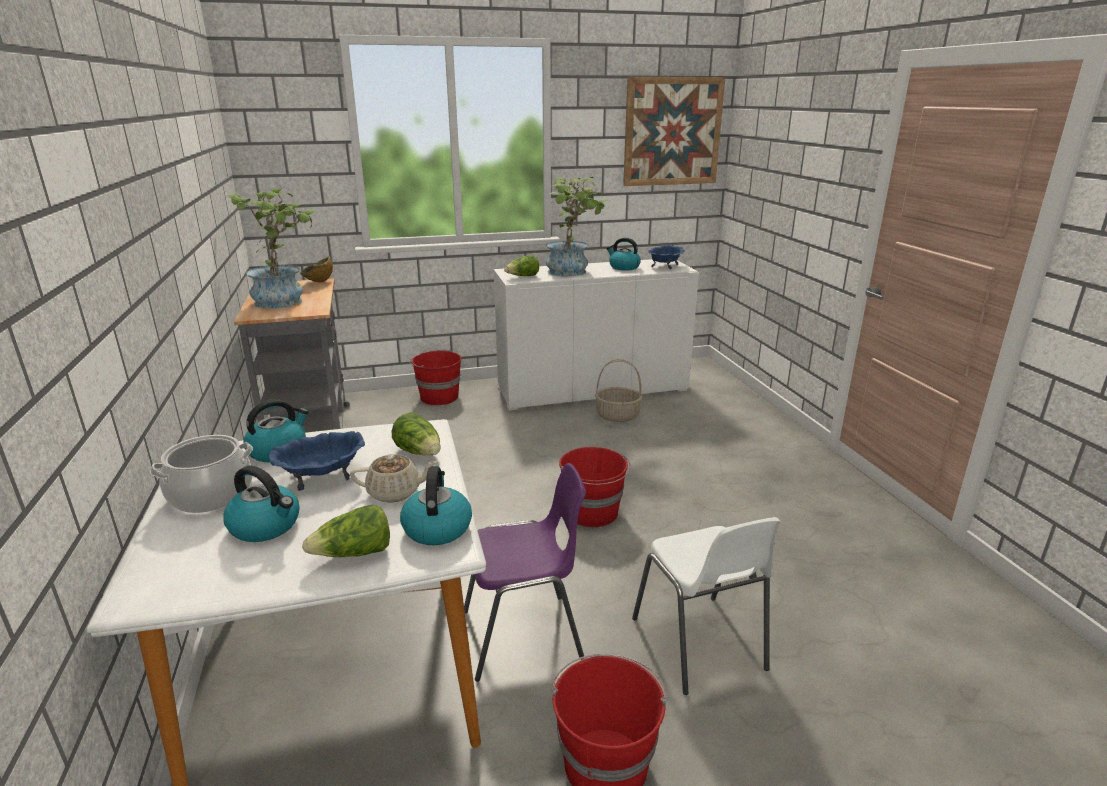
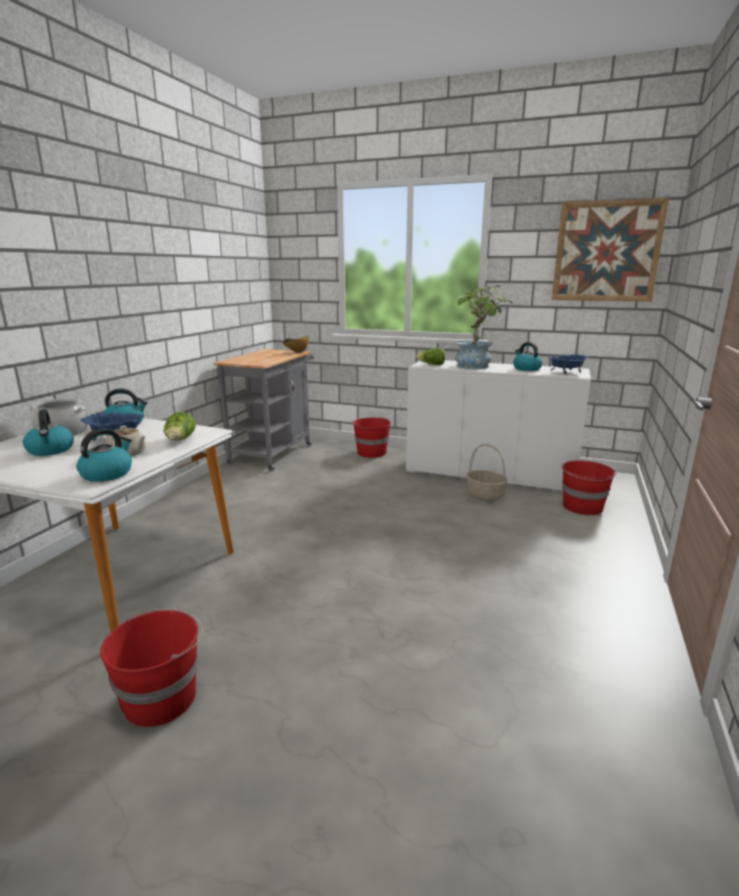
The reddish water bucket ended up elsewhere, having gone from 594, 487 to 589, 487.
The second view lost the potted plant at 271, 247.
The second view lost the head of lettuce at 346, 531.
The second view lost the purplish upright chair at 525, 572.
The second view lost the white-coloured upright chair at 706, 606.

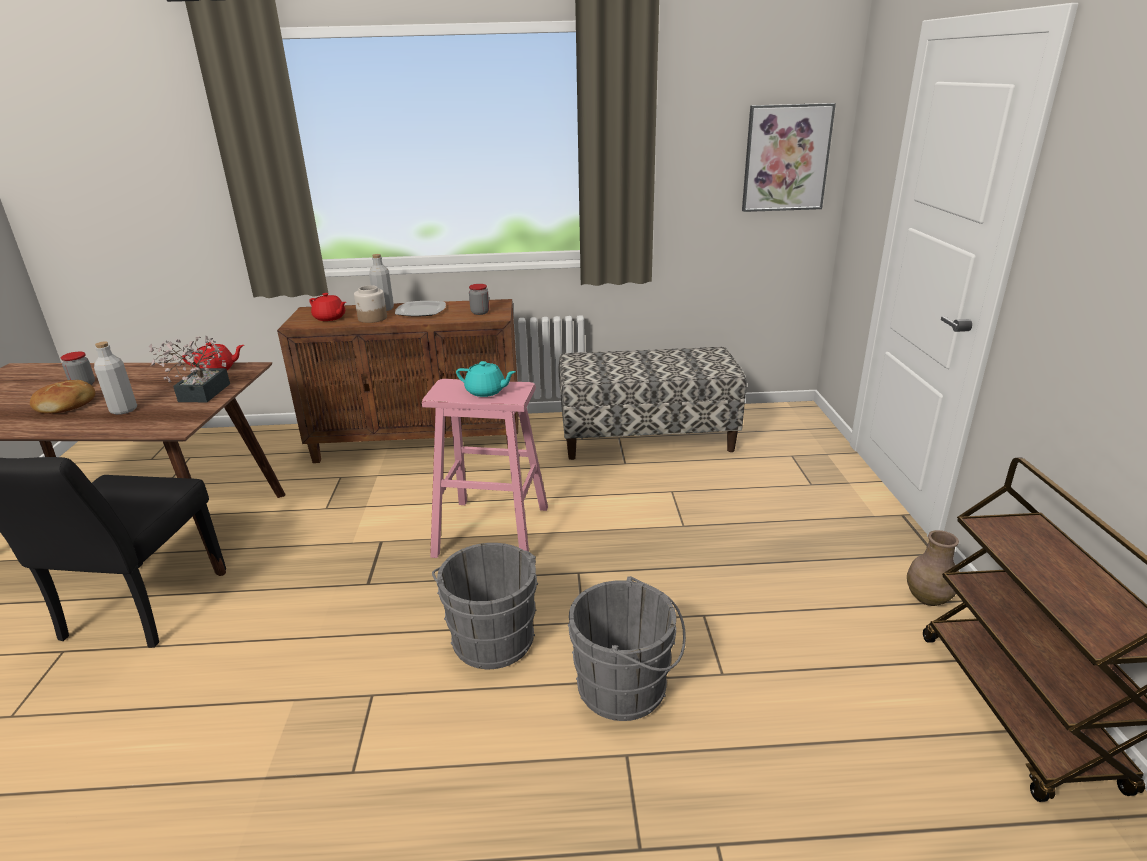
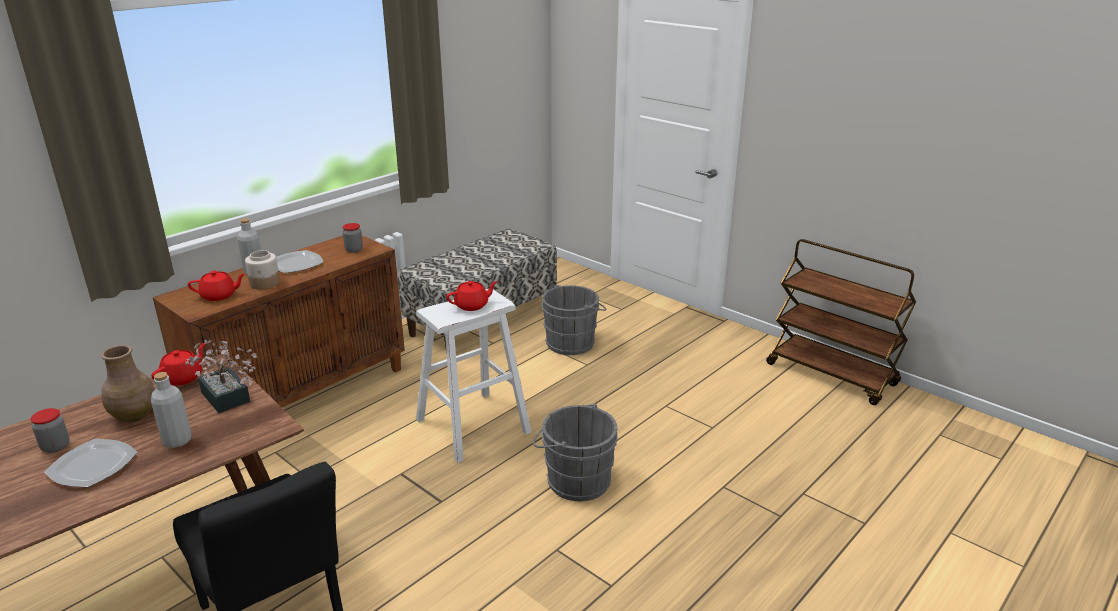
Where the bread stood at 62, 397, the dinner plate came to stand at 91, 463.
The brown-coloured vase ended up elsewhere, having gone from 933, 568 to 128, 384.
What was the pink-coloured stool at 485, 468 turned into the white-coloured stool at 473, 376.
What was the turquoise tea pot at 486, 379 turned into the reddish tea pot at 472, 296.
The greyish water bucket ended up elsewhere, having gone from 627, 648 to 573, 319.
The second view lost the wall picture at 789, 157.

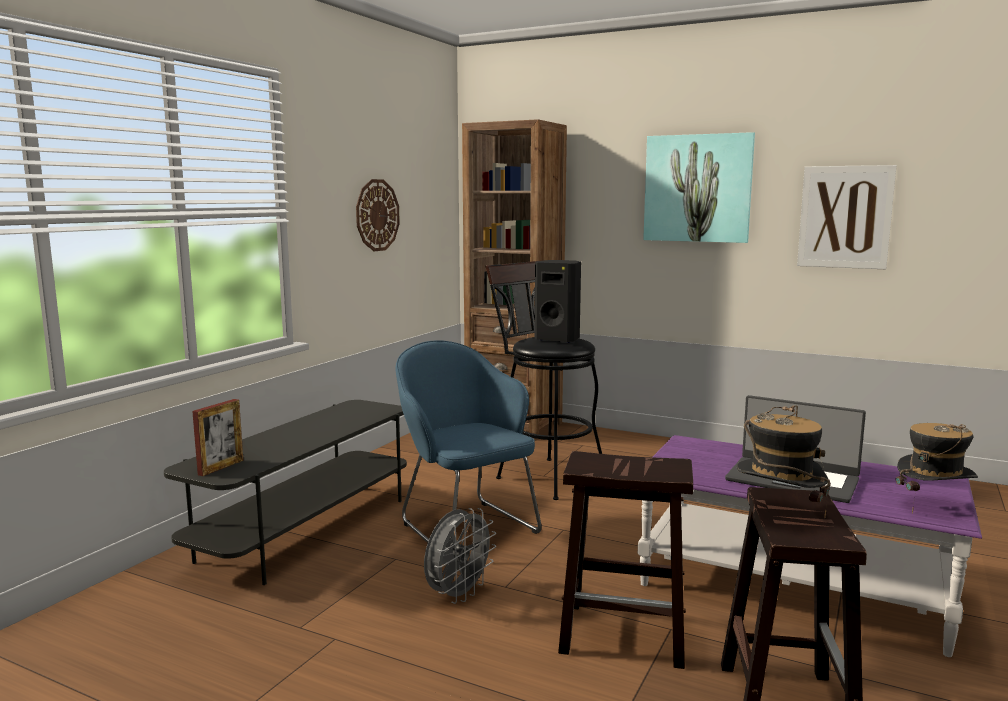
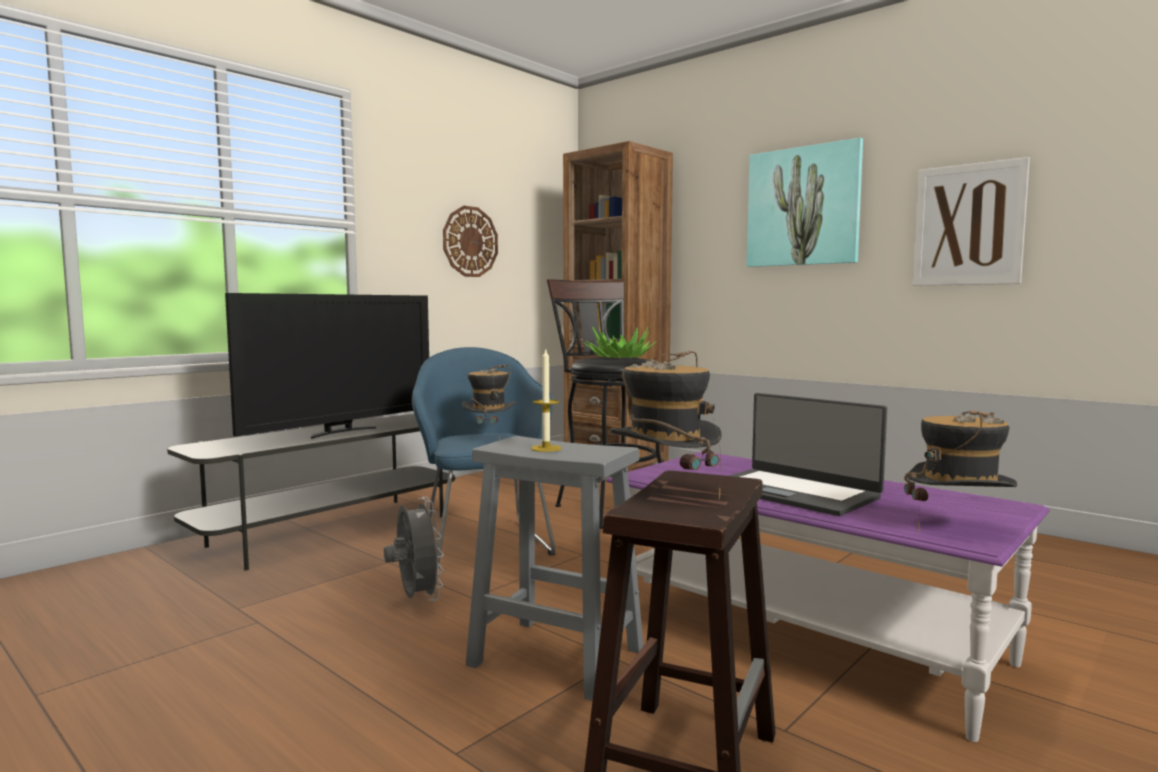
The second view gained the TV set at 327, 366.
The greyish fan at 460, 556 ended up facing another way, 75 degrees counterclockwise from before.
The second view gained the hat at 489, 402.
What was the brown-coloured stool at 625, 560 turned into the greyish stool at 554, 568.
The second view gained the candle at 546, 401.
Where the black-coloured loudspeaker stood at 558, 301, the potted plant came to stand at 619, 342.
The second view lost the picture frame at 218, 437.

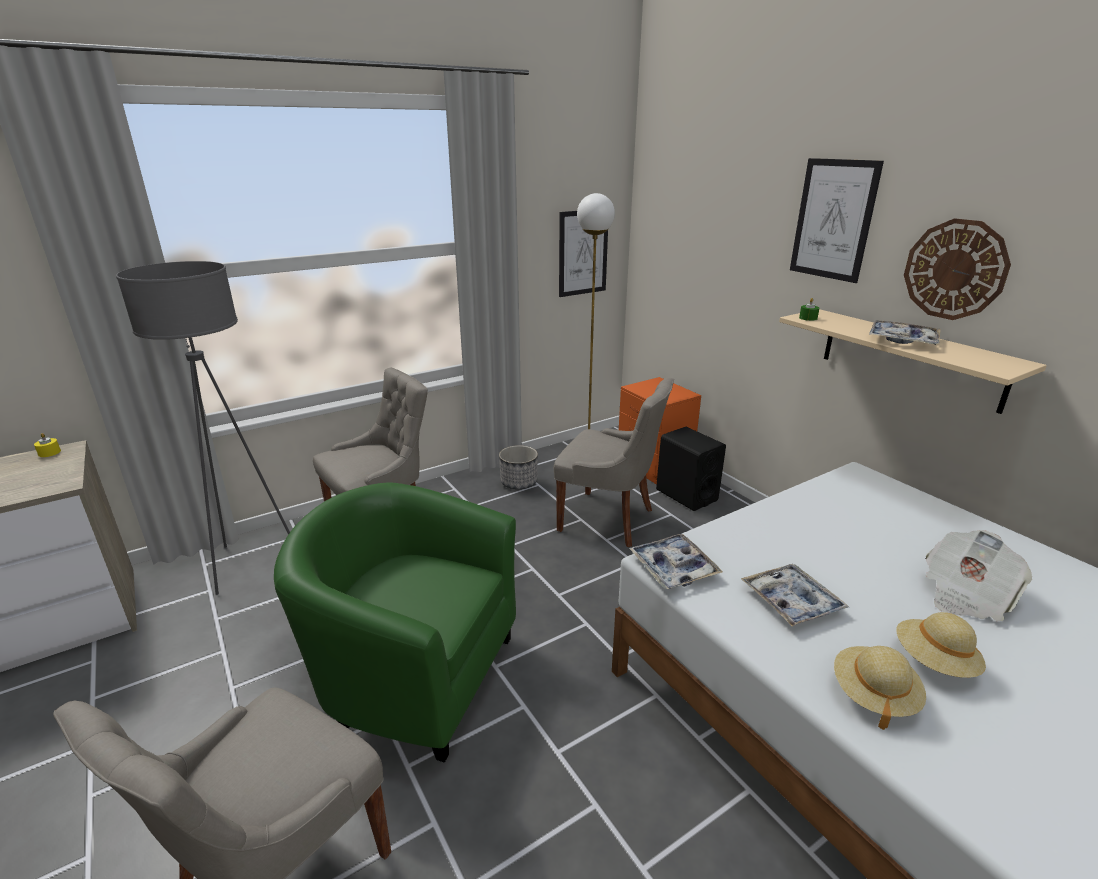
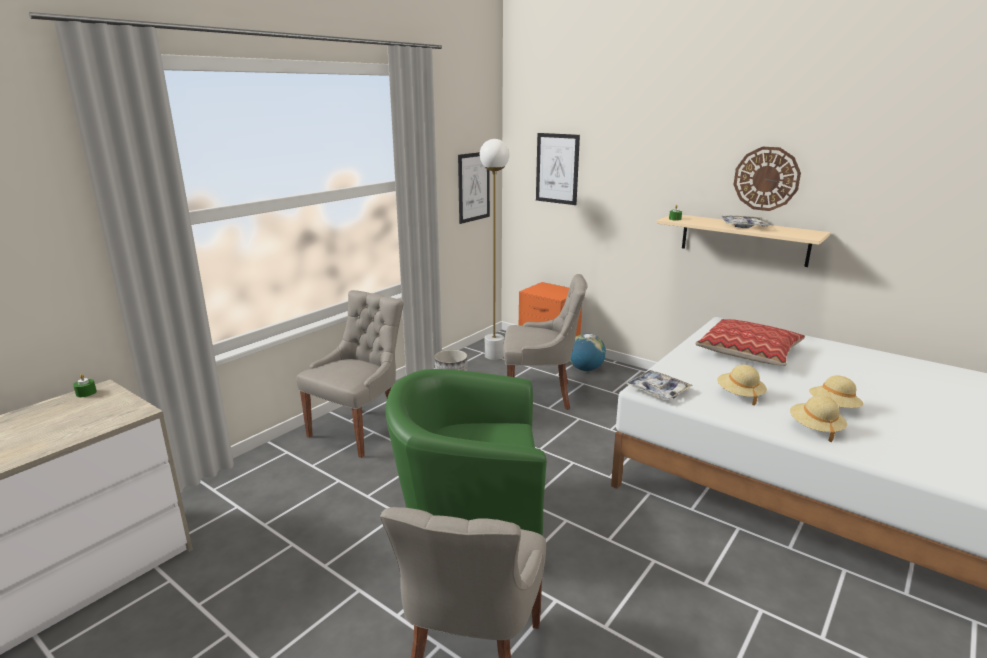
What was the yellow candle at 47, 445 turned into the green candle at 85, 385.
The wall picture ended up elsewhere, having gone from 837, 220 to 558, 169.
Where the black-coloured loudspeaker stood at 691, 469, the world globe came to stand at 588, 352.
The second view gained the pillow at 750, 342.
Where the serving tray stood at 795, 595, the beige hat came to stand at 742, 385.
The second view lost the greyish standard lamp at 203, 428.
The second view lost the daily paper at 978, 575.

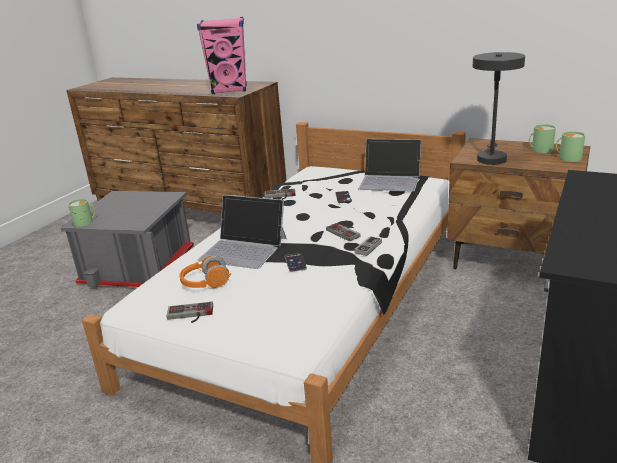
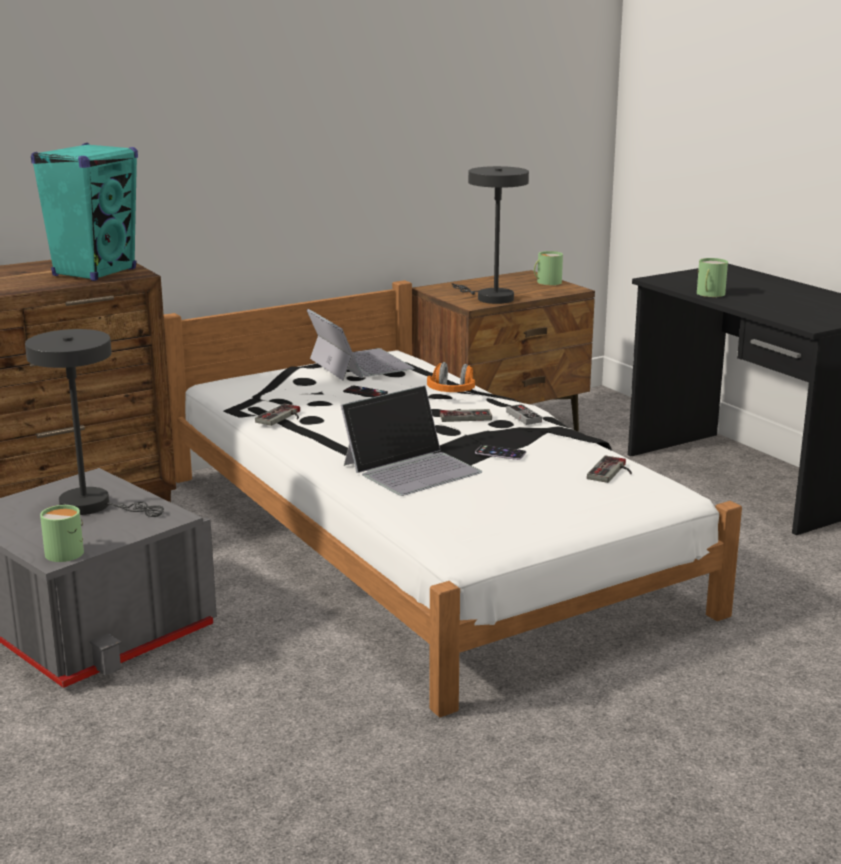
The second view gained the greyish lamp for a table at 94, 423.
What was the pink-coloured loudspeaker at 222, 55 turned into the turquoise loudspeaker at 84, 212.
The portable computer at 389, 165 ended up facing another way, 75 degrees counterclockwise from before.
The orange-coloured pair of headphones ended up elsewhere, having gone from 205, 272 to 451, 377.
The game controller ended up elsewhere, having gone from 189, 312 to 609, 469.
The green coffee mug ended up elsewhere, having gone from 542, 138 to 712, 277.

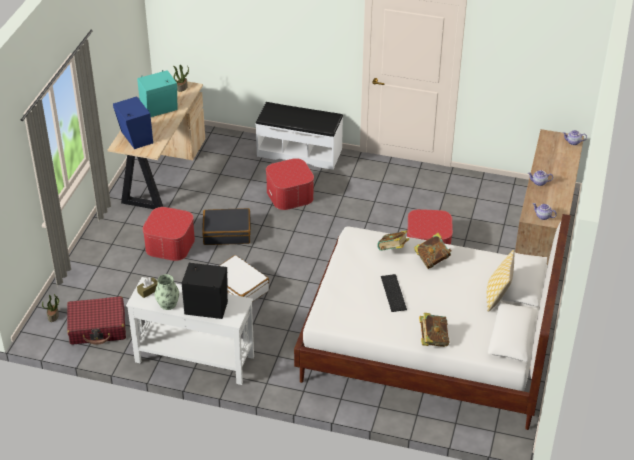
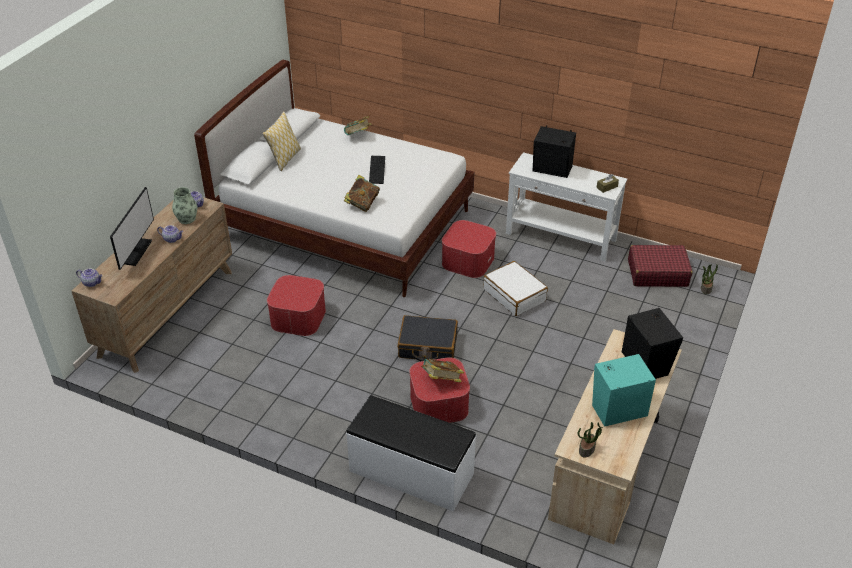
The second view gained the computer screen at 132, 228.
The vase ended up elsewhere, having gone from 167, 292 to 184, 205.
The black-coloured suitcase ended up elsewhere, having gone from 226, 226 to 428, 338.
The volume ended up elsewhere, having gone from 433, 251 to 442, 370.
The ottoman ended up elsewhere, having gone from 169, 234 to 469, 249.
What was the bluish loudspeaker at 133, 122 turned into the black-coloured loudspeaker at 652, 343.

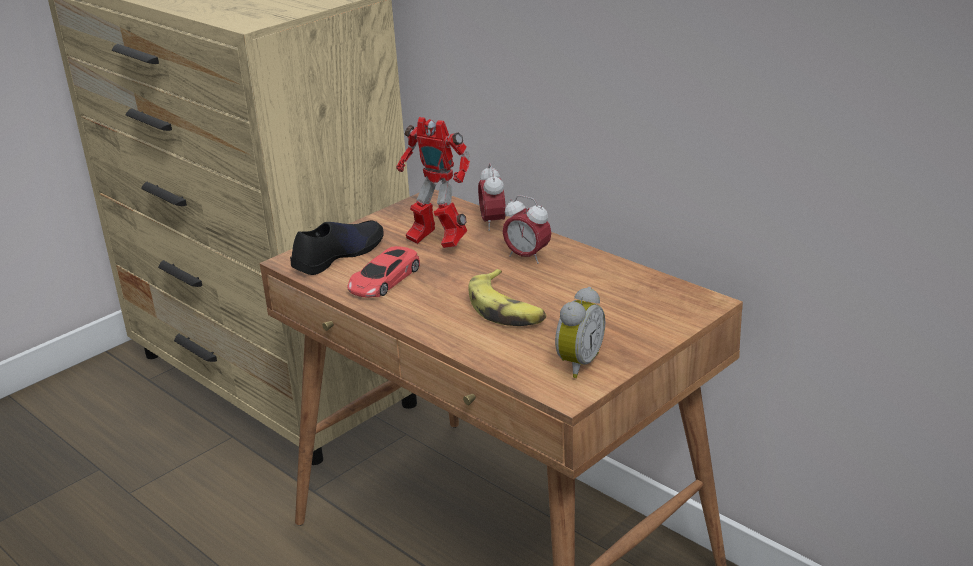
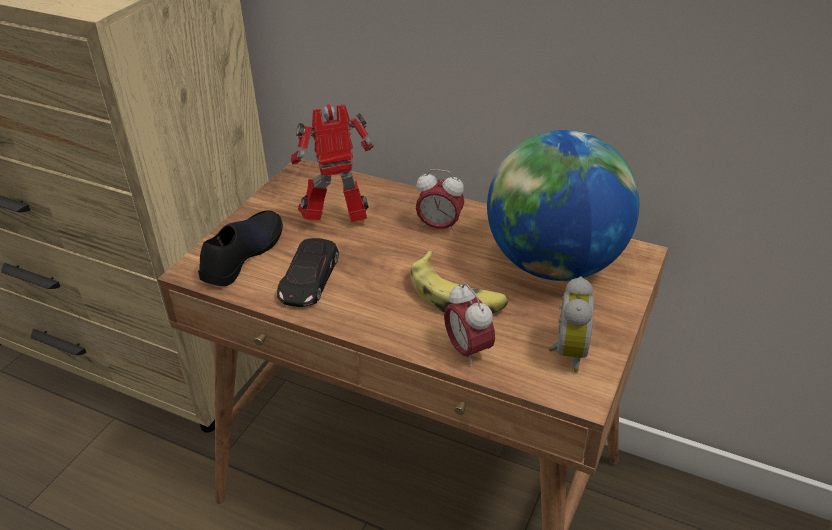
What was the reddish model car at 383, 271 turned into the black-coloured model car at 308, 272.
The toy robot at 433, 182 ended up facing another way, 150 degrees clockwise from before.
The alarm clock ended up elsewhere, having gone from 492, 197 to 469, 324.
The second view gained the world globe at 563, 205.

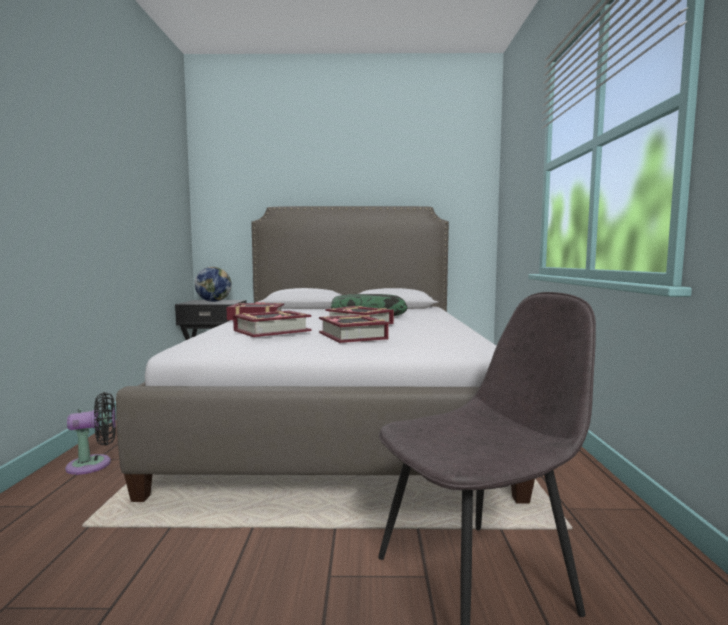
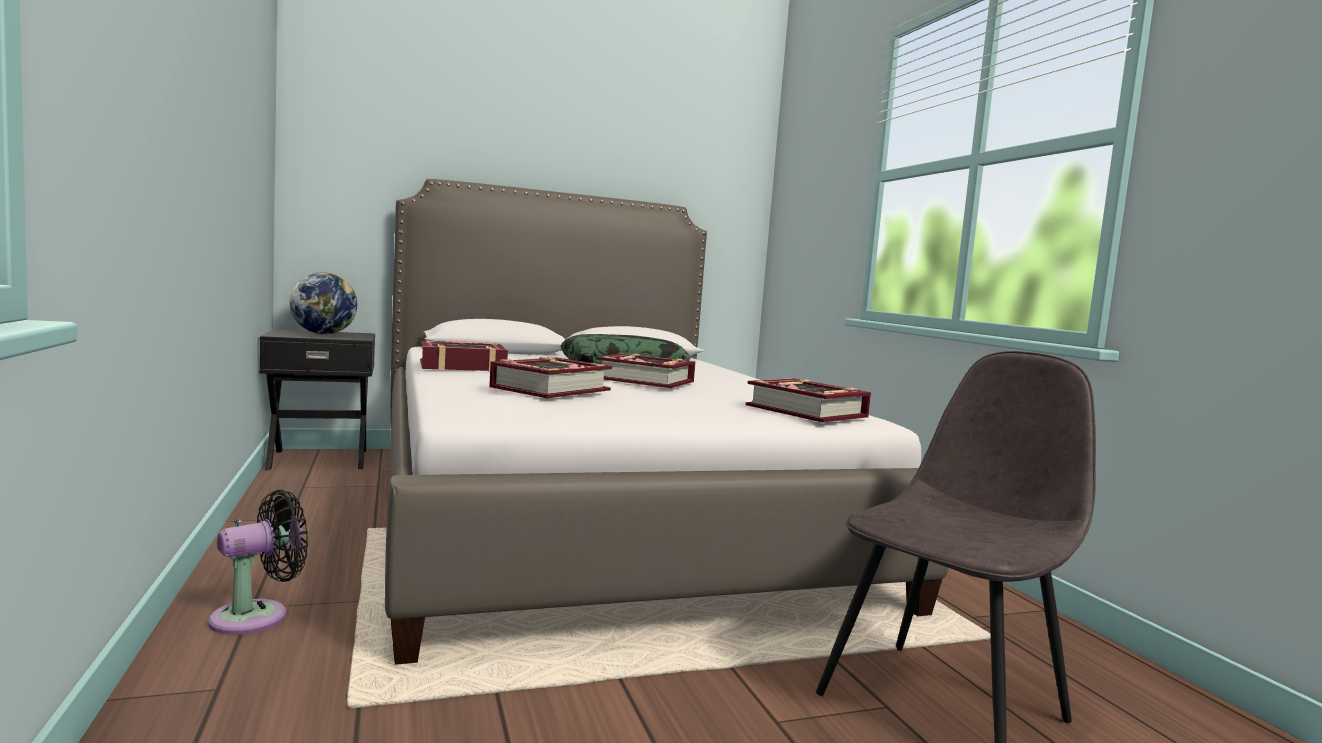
The volume ended up elsewhere, having gone from 354, 329 to 808, 401.

